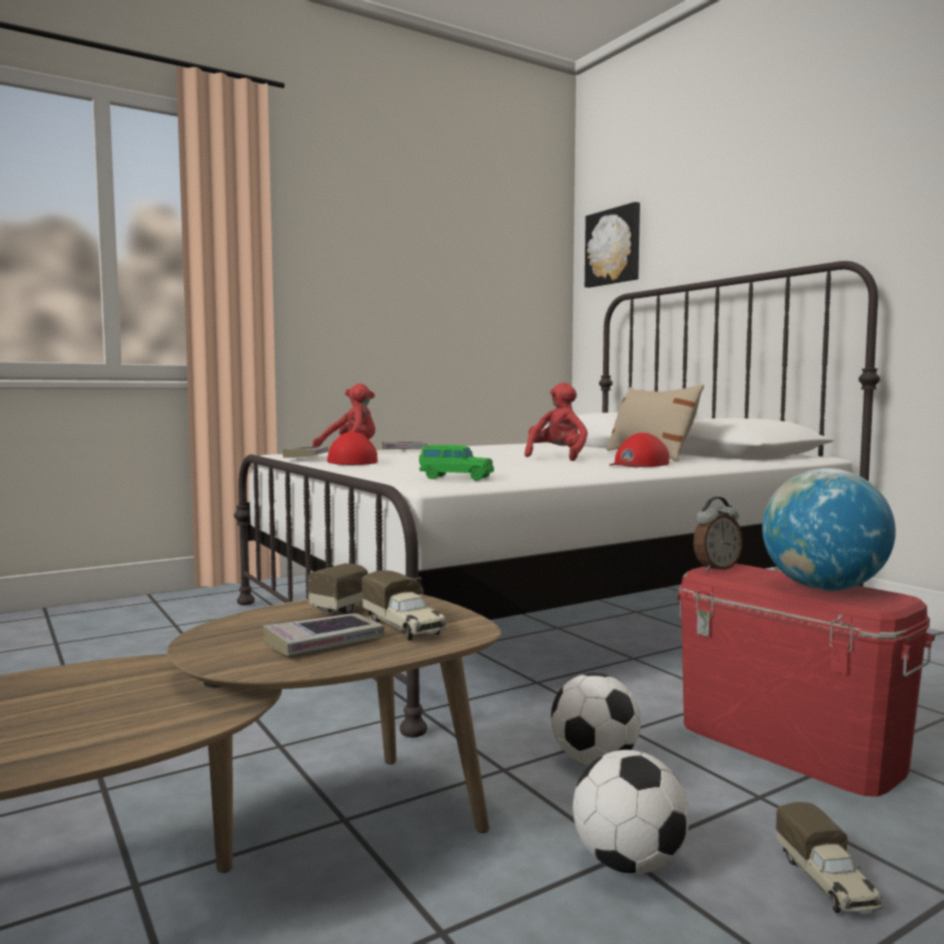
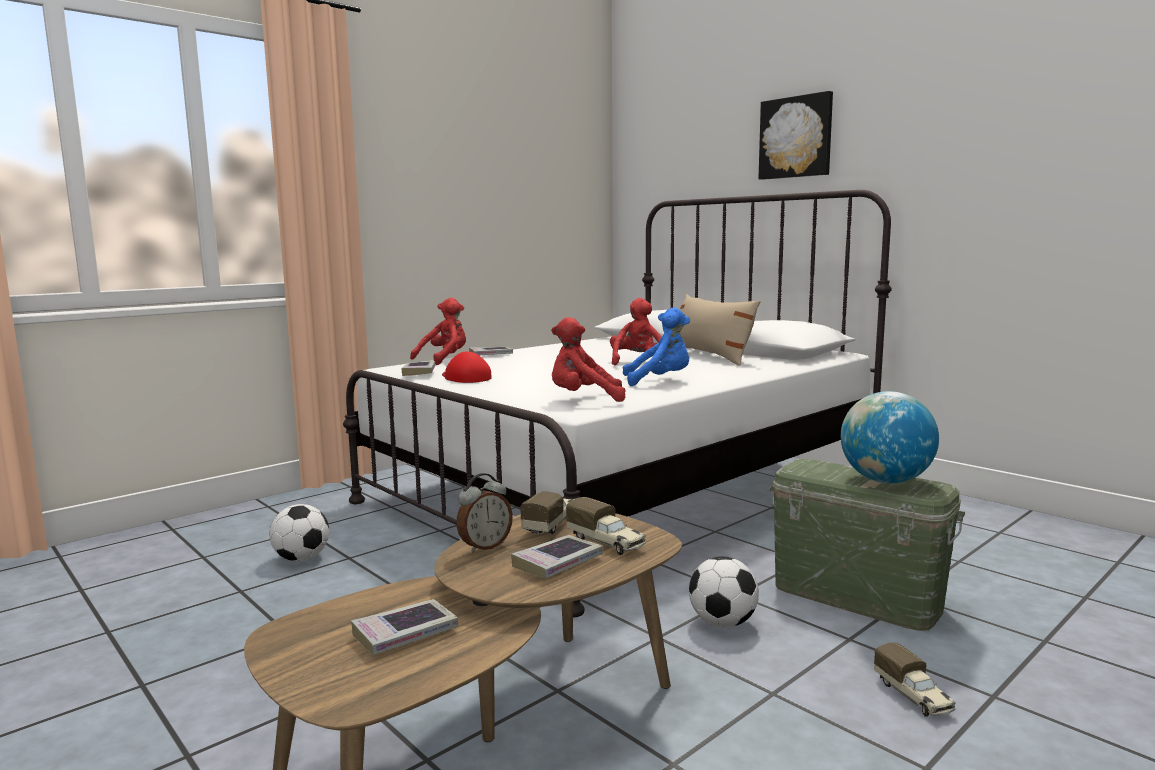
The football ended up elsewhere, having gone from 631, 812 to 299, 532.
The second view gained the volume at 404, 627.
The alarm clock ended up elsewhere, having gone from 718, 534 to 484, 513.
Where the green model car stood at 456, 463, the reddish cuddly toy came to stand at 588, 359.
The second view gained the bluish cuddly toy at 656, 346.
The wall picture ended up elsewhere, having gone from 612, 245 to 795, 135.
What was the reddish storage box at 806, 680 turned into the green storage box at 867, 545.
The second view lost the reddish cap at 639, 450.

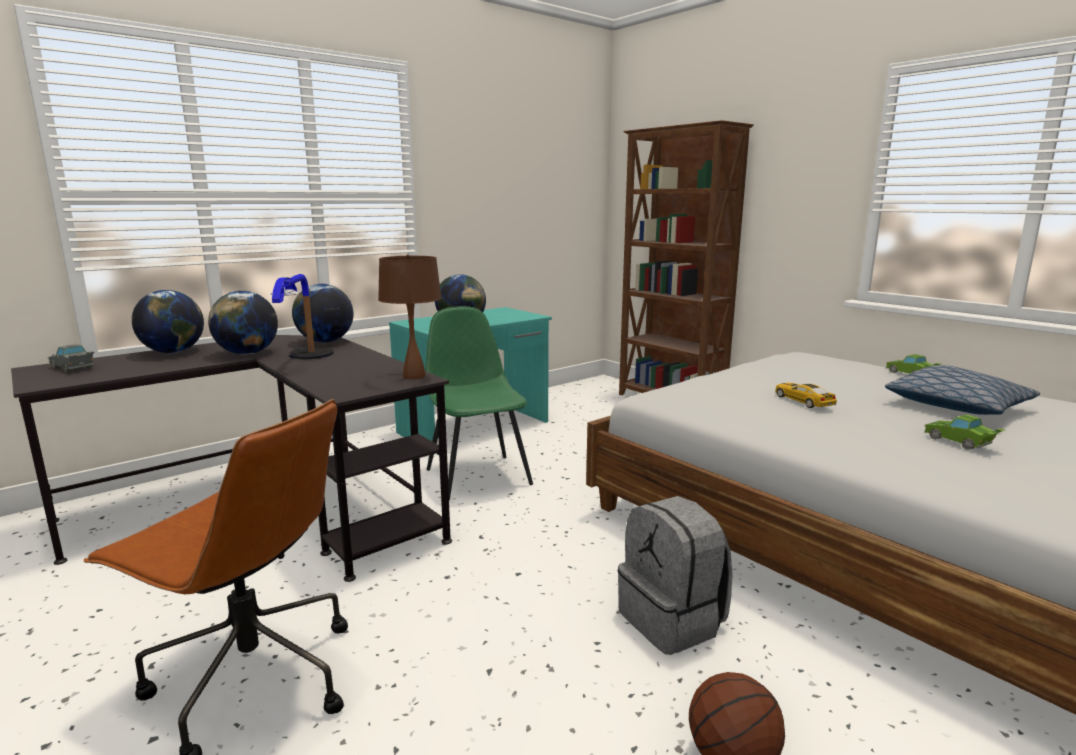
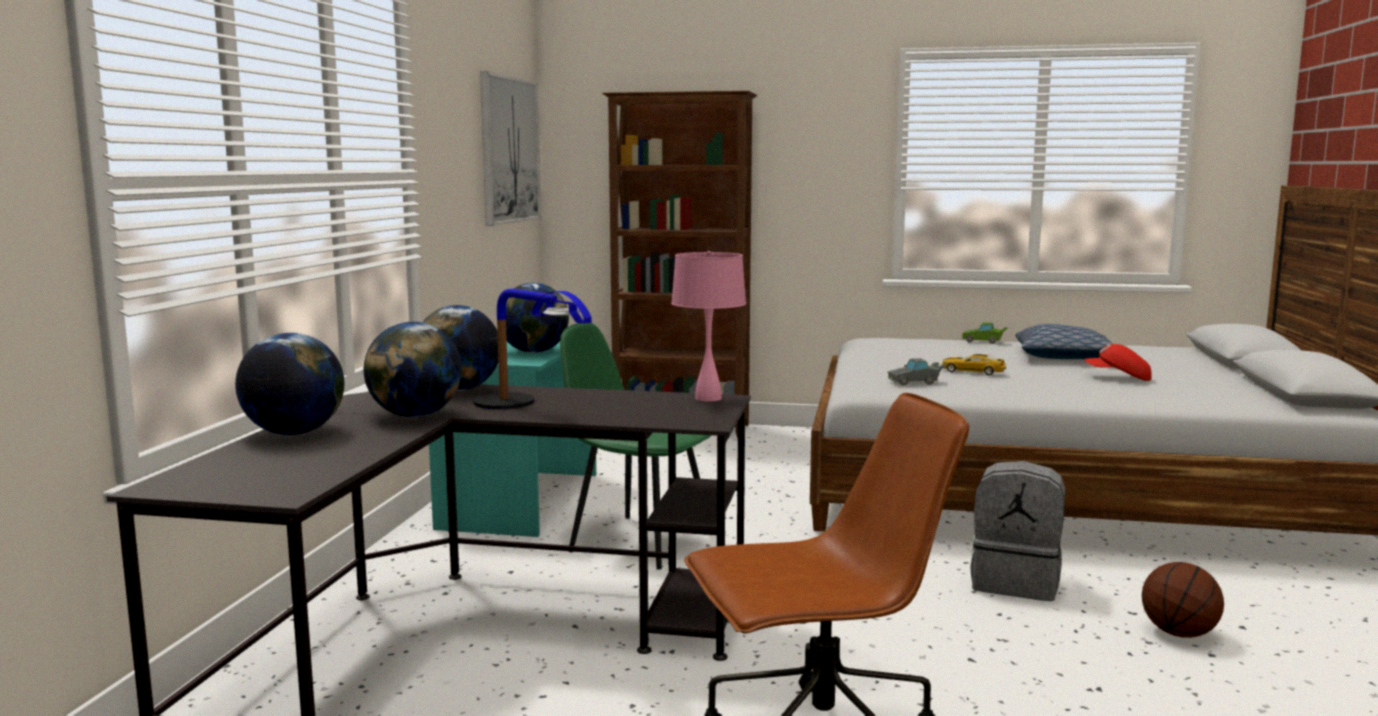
The second view gained the wall picture at 510, 148.
What was the brown-coloured lamp for a table at 410, 317 turned into the pink-coloured lamp for a table at 708, 326.
The greyish model car ended up elsewhere, having gone from 71, 358 to 916, 372.
Where the green model car stood at 964, 432, the reddish cap came to stand at 1118, 362.

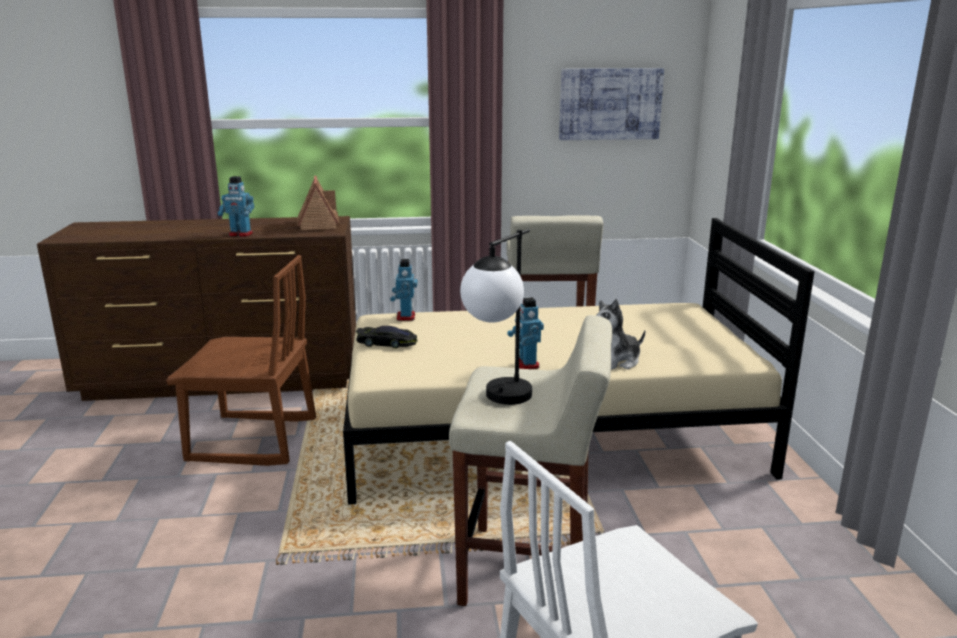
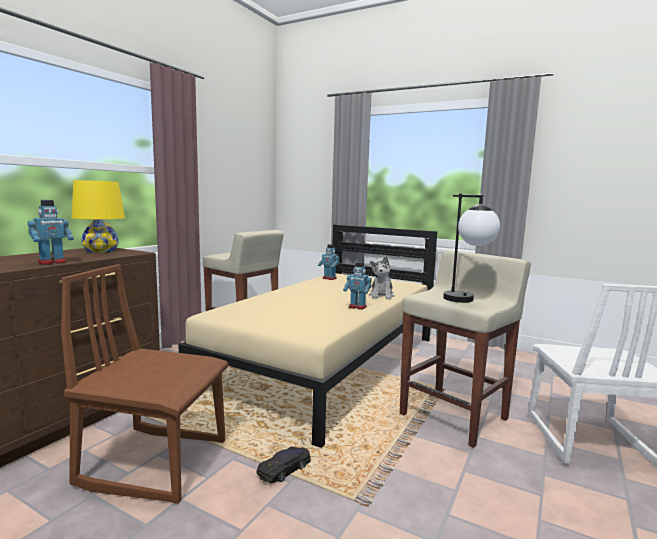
The brown-coloured upright chair at 241, 360 ended up facing another way, 120 degrees counterclockwise from before.
Where the miniature house stood at 319, 203, the yellow lamp for a table came to stand at 98, 216.
The black-coloured model car ended up elsewhere, having gone from 386, 337 to 284, 465.
The toy robot ended up elsewhere, having gone from 404, 290 to 328, 262.
The second view lost the wall picture at 611, 104.

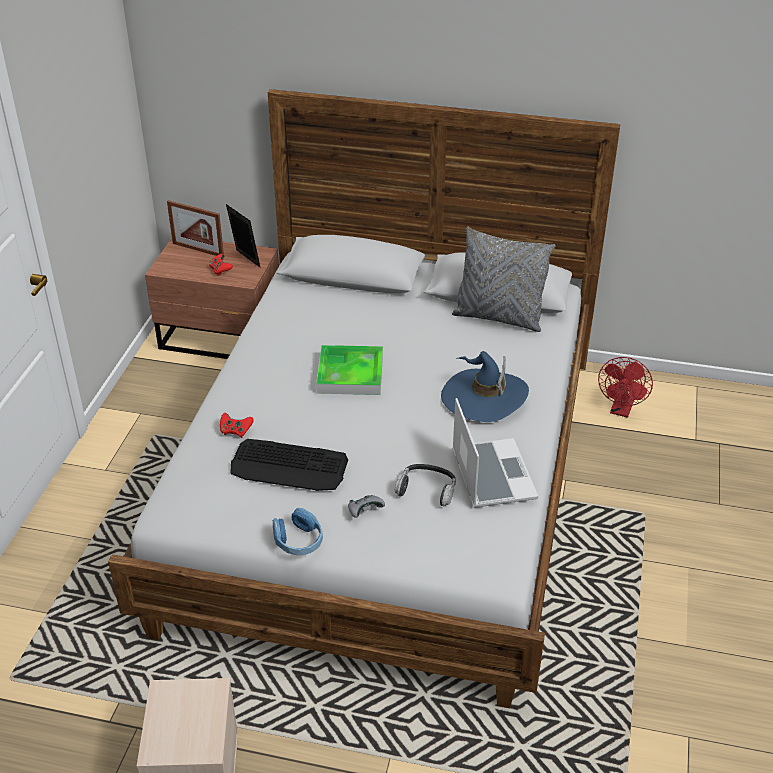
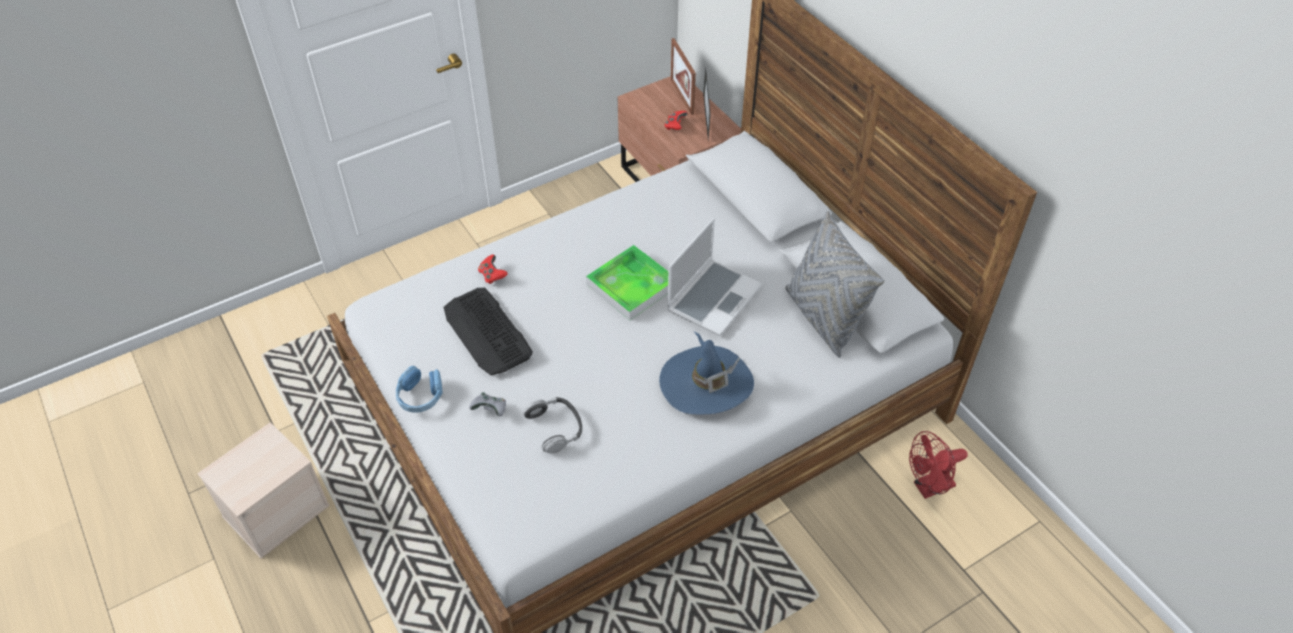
The portable computer ended up elsewhere, having gone from 495, 453 to 714, 277.

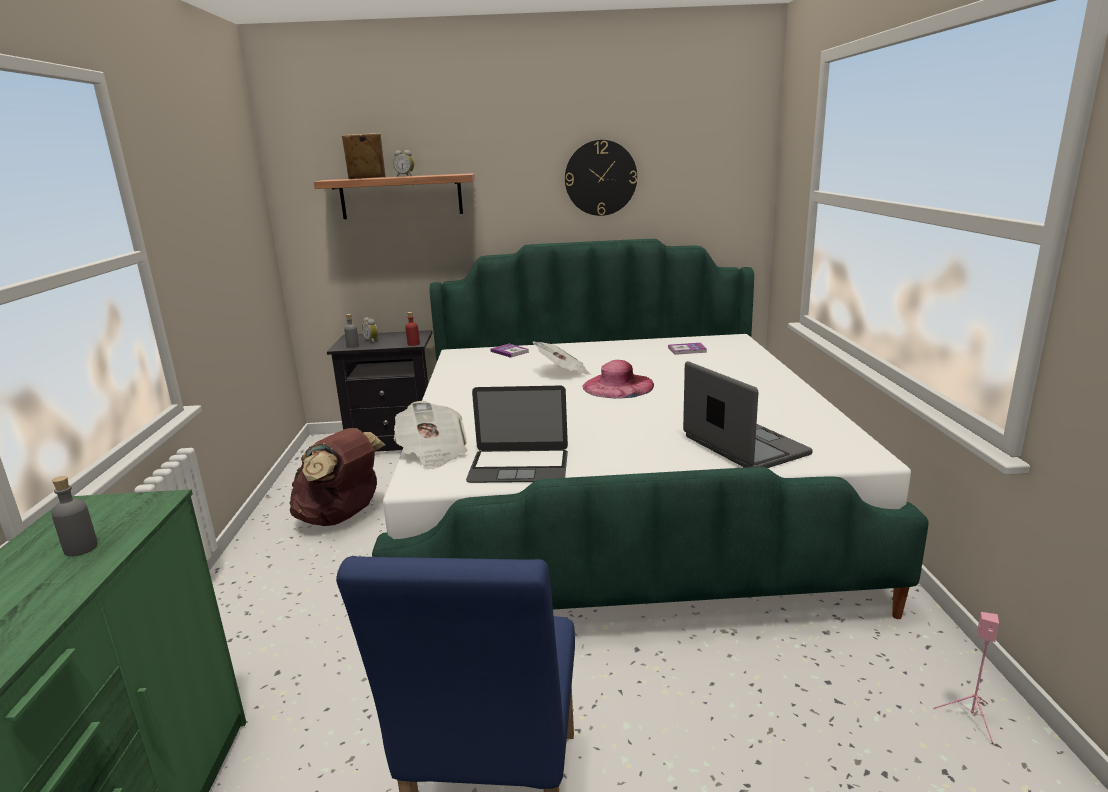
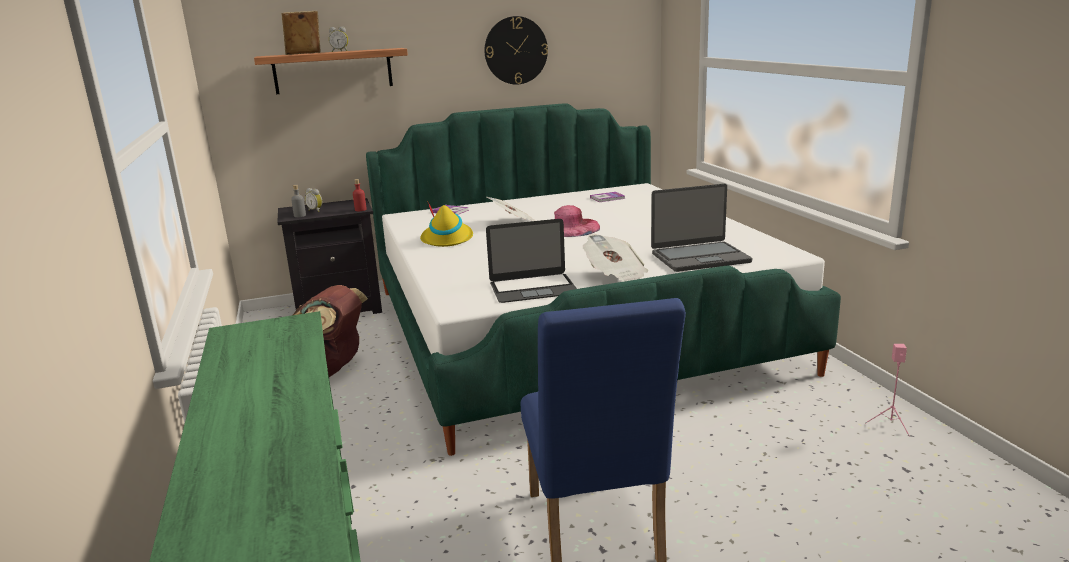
The second view gained the yellow hat at 446, 224.
The daily paper ended up elsewhere, having gone from 431, 435 to 616, 258.
The portable computer at 748, 414 ended up facing another way, 120 degrees clockwise from before.
The second view lost the greyish beverage bottle at 74, 516.

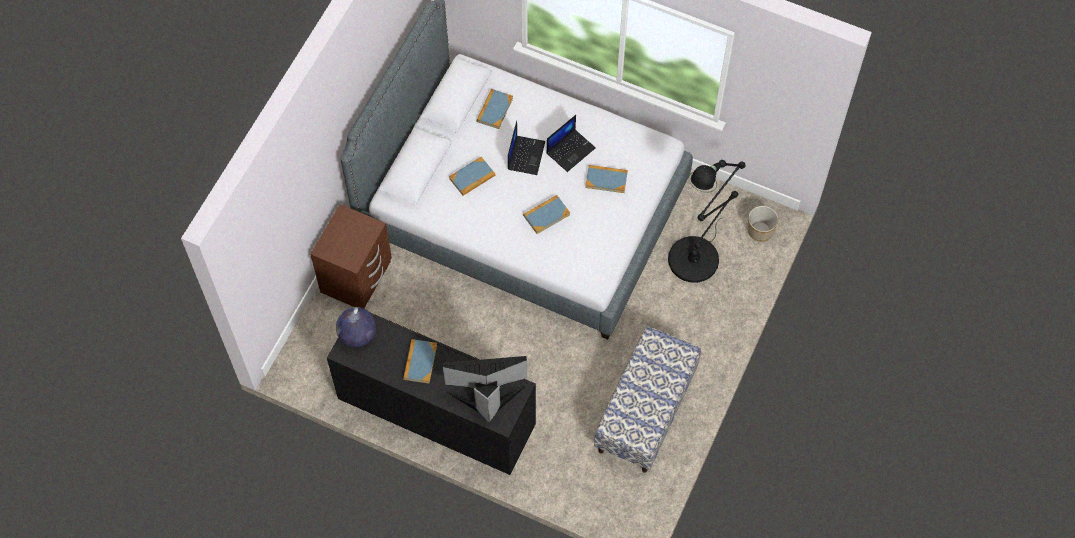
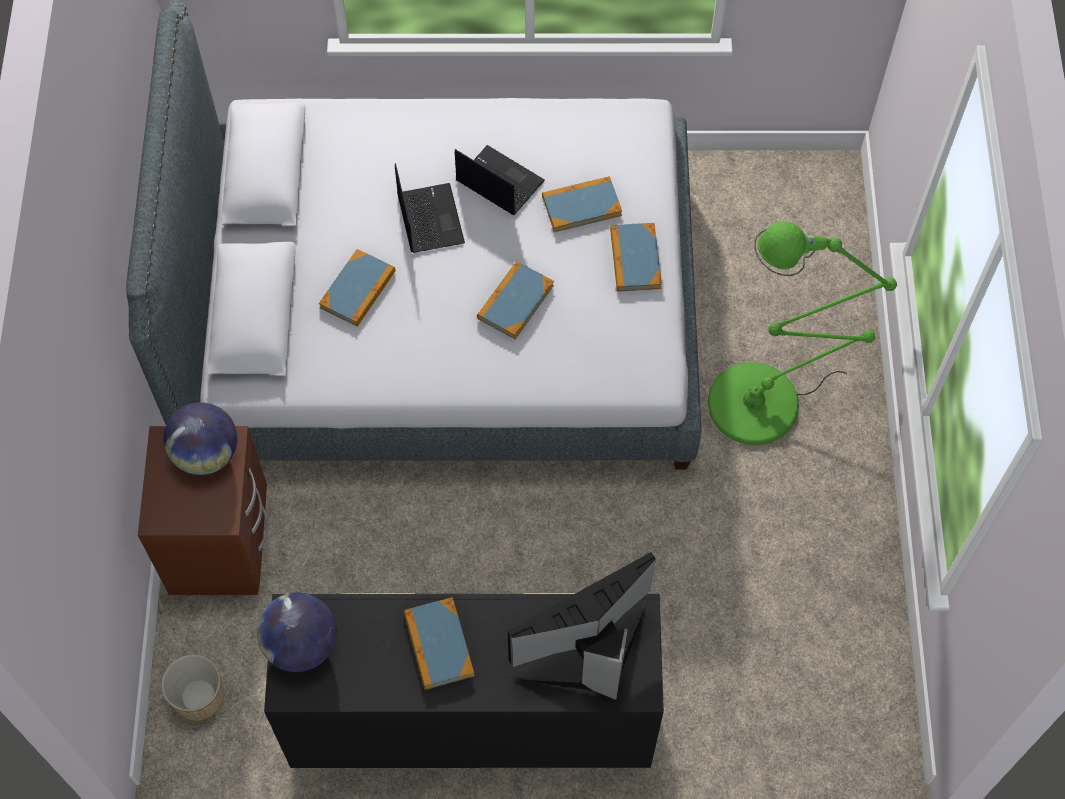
The plant pot ended up elsewhere, having gone from 763, 223 to 192, 687.
The second view gained the world globe at 200, 438.
The portable computer at 571, 143 ended up facing another way, 75 degrees counterclockwise from before.
The volume ended up elsewhere, having gone from 495, 109 to 636, 257.
The second view gained the green standard lamp at 802, 333.
The second view lost the bench at 647, 399.
The second view lost the black-coloured standard lamp at 707, 221.

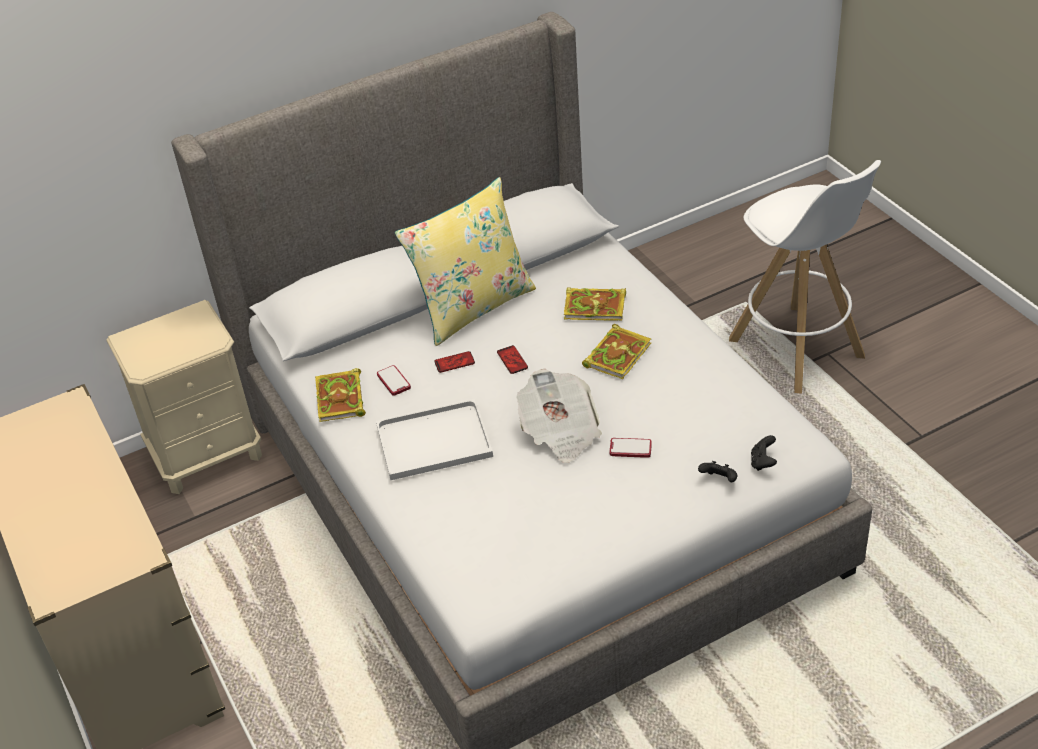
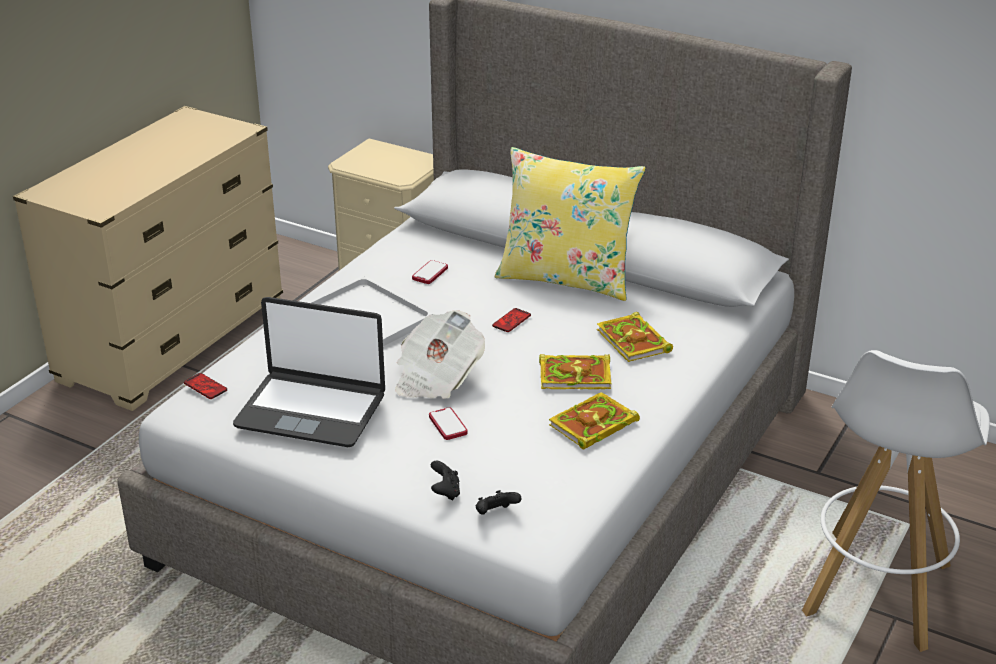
The telephone ended up elsewhere, having gone from 454, 362 to 205, 386.
The second view gained the portable computer at 309, 372.
The volume ended up elsewhere, having gone from 340, 395 to 594, 420.

